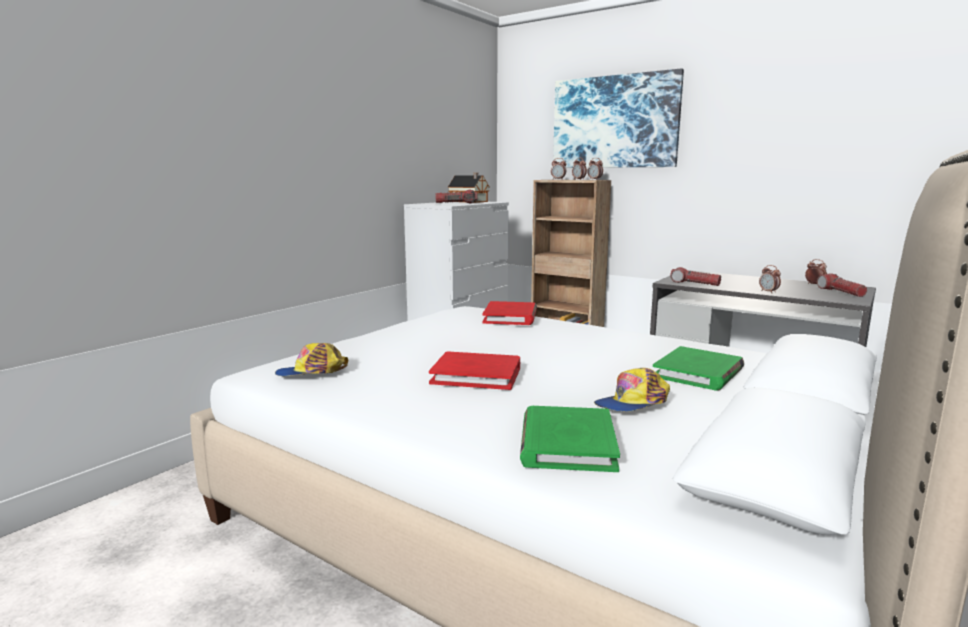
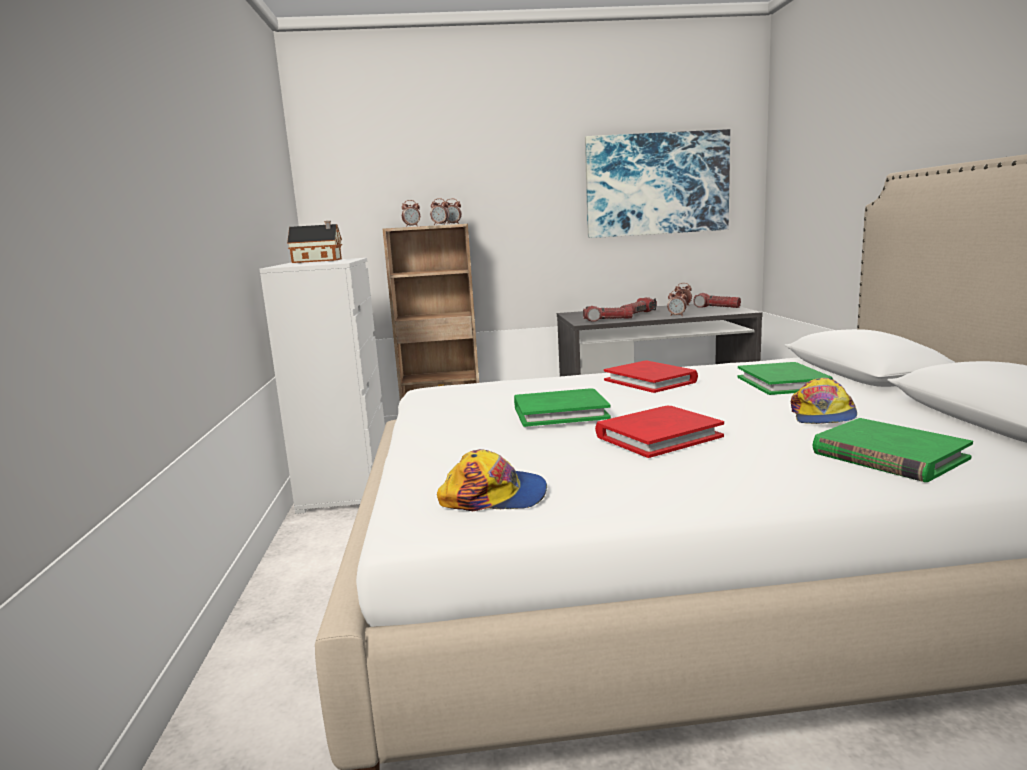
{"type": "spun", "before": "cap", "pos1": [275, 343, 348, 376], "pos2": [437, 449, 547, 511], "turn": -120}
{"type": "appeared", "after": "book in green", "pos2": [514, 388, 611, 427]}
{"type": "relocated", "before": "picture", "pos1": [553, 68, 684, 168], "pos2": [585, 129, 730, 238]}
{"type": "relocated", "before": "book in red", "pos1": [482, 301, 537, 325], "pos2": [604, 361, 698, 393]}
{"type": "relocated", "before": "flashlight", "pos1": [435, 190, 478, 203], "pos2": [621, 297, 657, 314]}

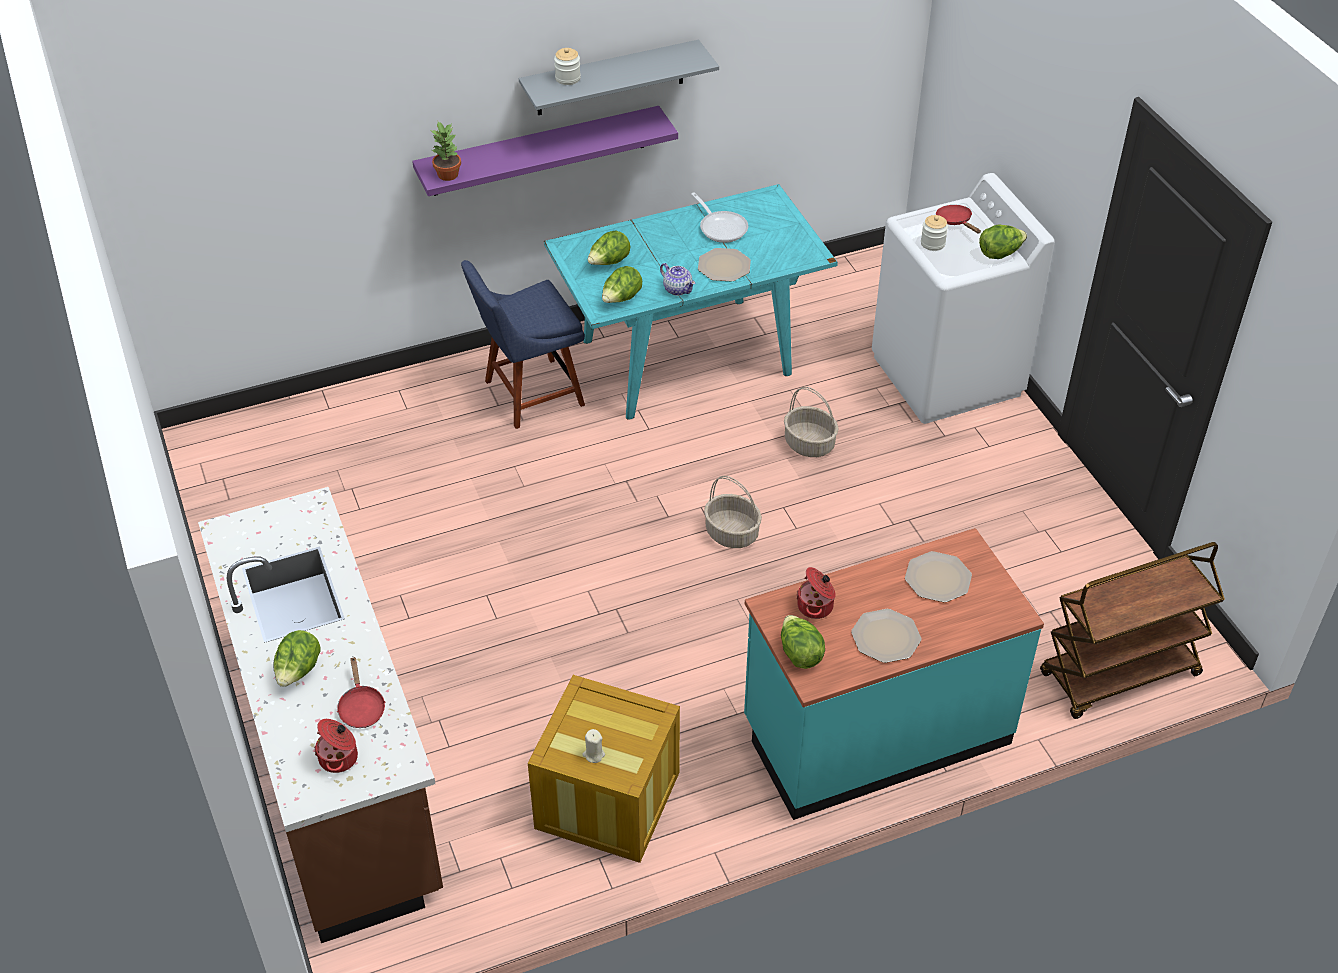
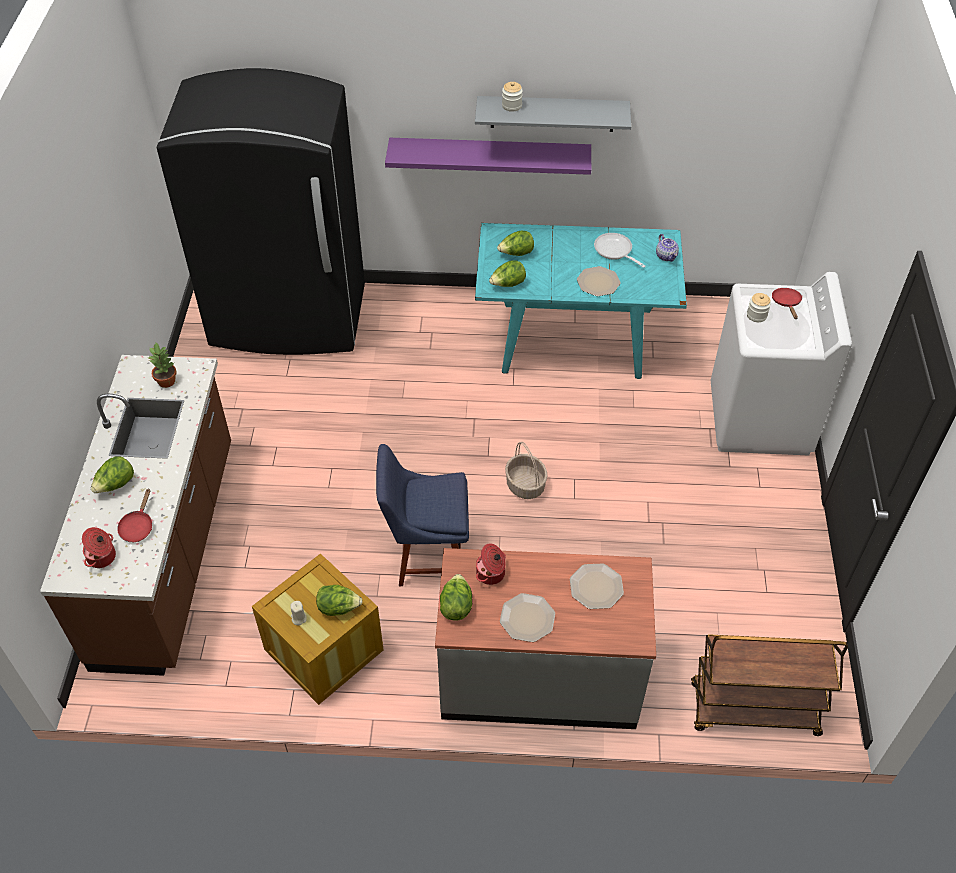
{"type": "relocated", "before": "potted plant", "pos1": [432, 122, 461, 181], "pos2": [149, 343, 177, 388]}
{"type": "appeared", "after": "fridge in black", "pos2": [156, 68, 365, 355]}
{"type": "relocated", "before": "lettuce", "pos1": [979, 224, 1027, 259], "pos2": [316, 585, 363, 616]}
{"type": "relocated", "before": "chair in blue", "pos1": [461, 260, 585, 429], "pos2": [376, 444, 469, 586]}
{"type": "colour", "before": "counter in turquoise", "after": "counter in grey", "pos1": [744, 528, 1044, 820], "pos2": [435, 548, 656, 729]}
{"type": "spun", "before": "frying pan", "pos1": [692, 192, 748, 243], "pos2": [594, 233, 646, 268], "turn": 150}
{"type": "relocated", "before": "teapot", "pos1": [660, 263, 696, 296], "pos2": [656, 234, 679, 262]}
{"type": "missing", "before": "basket", "pos1": [784, 387, 839, 457]}

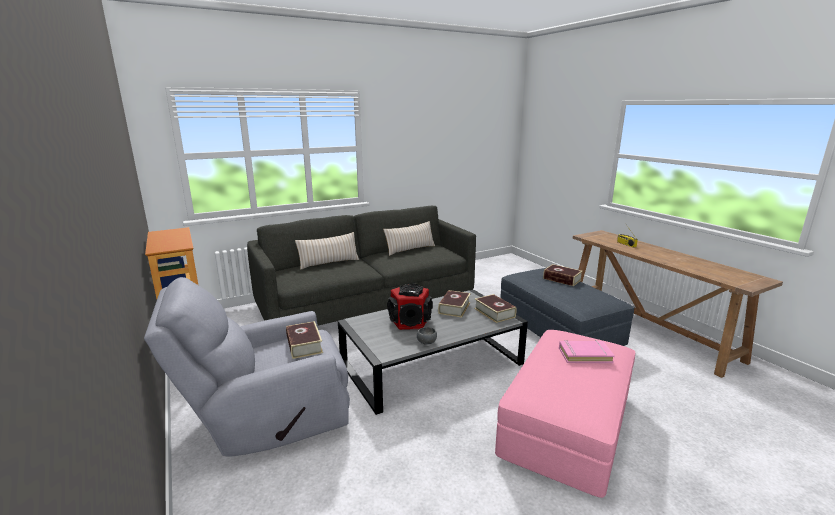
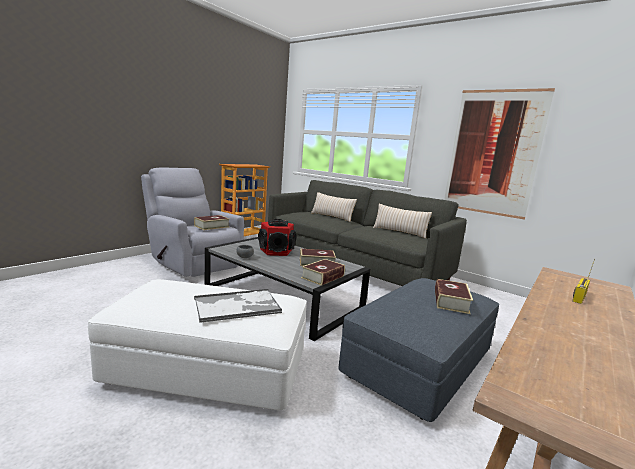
{"type": "colour", "before": "ottoman in pink", "after": "ottoman in white", "pos1": [495, 330, 635, 498], "pos2": [88, 279, 307, 410]}
{"type": "exchanged", "before": "book in pink", "after": "tray", "pos1": [559, 340, 615, 363], "pos2": [194, 289, 282, 323]}
{"type": "appeared", "after": "picture", "pos2": [444, 88, 555, 220]}

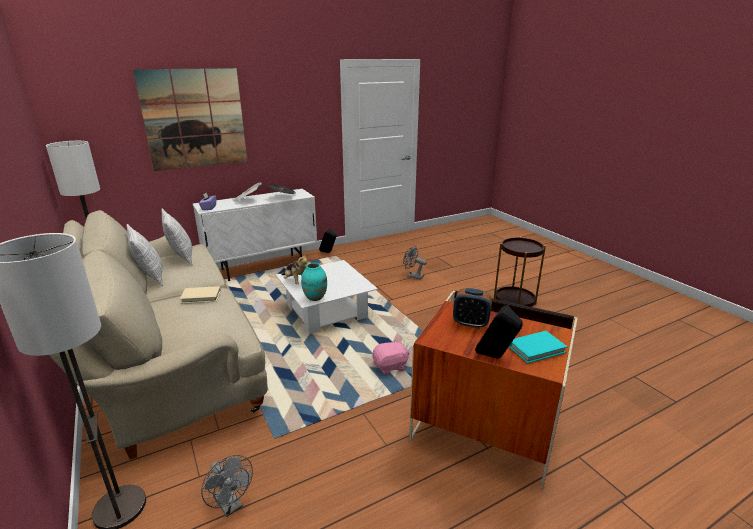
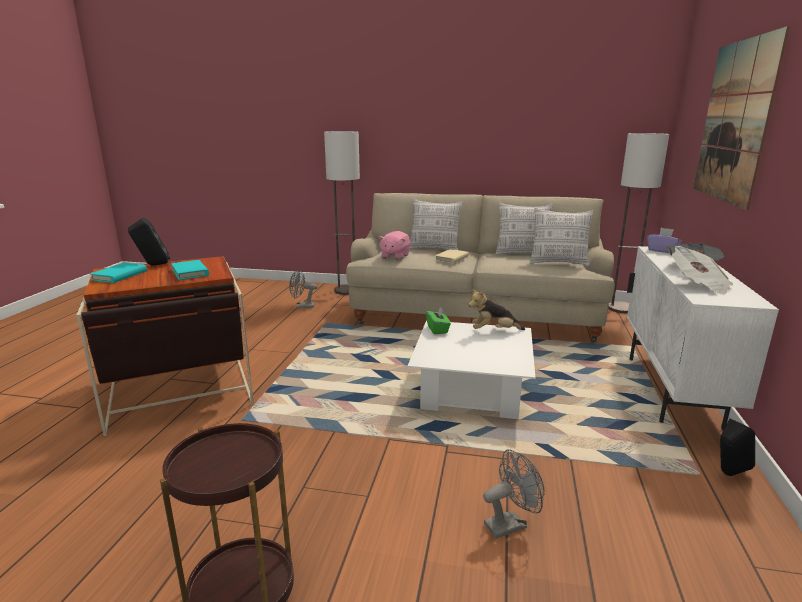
{"type": "exchanged", "before": "alarm clock", "after": "book in turquoise", "pos1": [453, 288, 492, 329], "pos2": [171, 260, 209, 280]}
{"type": "relocated", "before": "plush toy in pink", "pos1": [372, 339, 410, 375], "pos2": [378, 231, 410, 260]}
{"type": "appeared", "after": "pillow", "pos2": [409, 199, 463, 250]}
{"type": "exchanged", "before": "vase in turquoise", "after": "tissue box in green", "pos1": [301, 263, 327, 301], "pos2": [426, 307, 451, 334]}

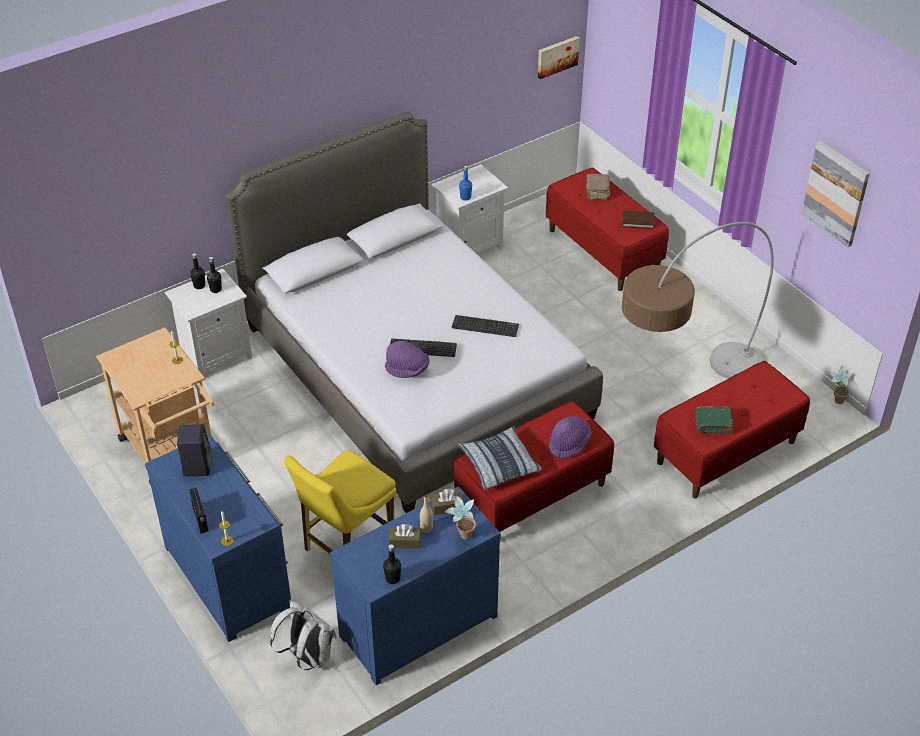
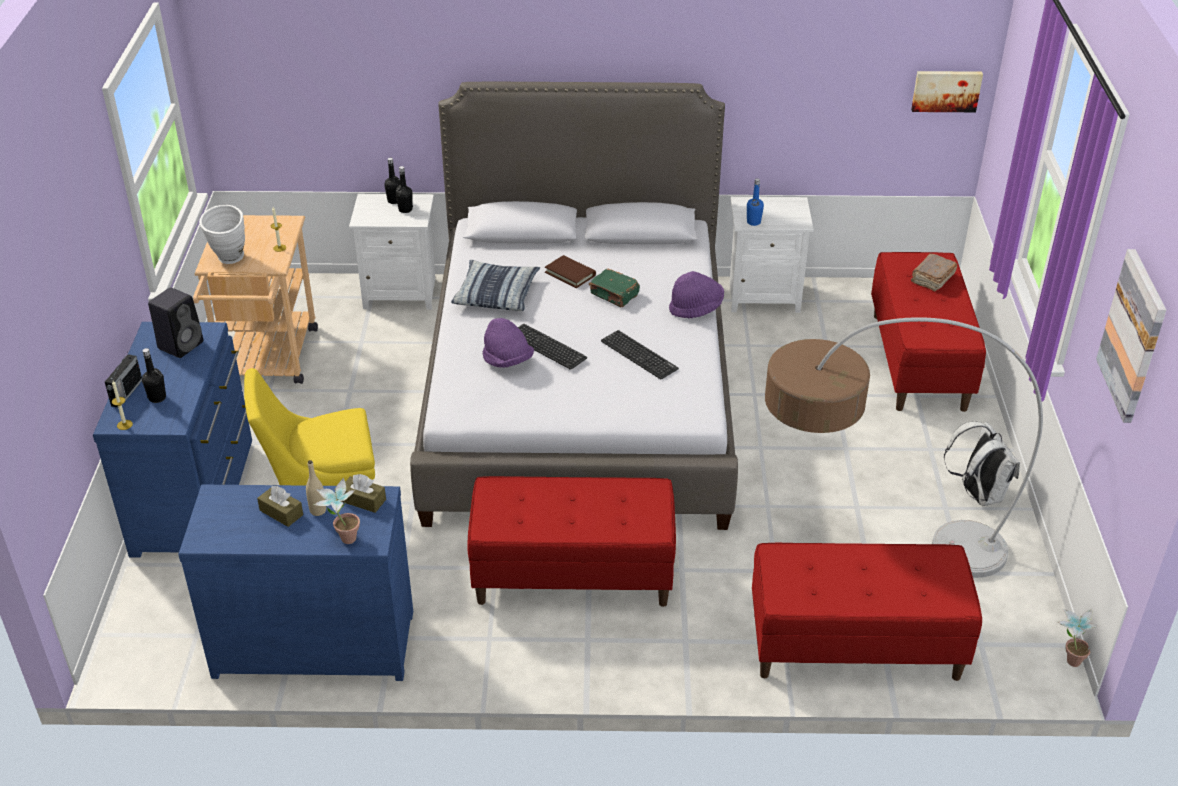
{"type": "relocated", "before": "bottle in black", "pos1": [383, 544, 401, 584], "pos2": [142, 348, 166, 403]}
{"type": "appeared", "after": "vase in white", "pos2": [199, 205, 245, 264]}
{"type": "relocated", "before": "pillow", "pos1": [457, 426, 543, 490], "pos2": [451, 260, 540, 311]}
{"type": "relocated", "before": "book in brown", "pos1": [622, 211, 654, 229], "pos2": [545, 255, 596, 288]}
{"type": "relocated", "before": "book in green", "pos1": [695, 406, 733, 434], "pos2": [589, 269, 640, 307]}
{"type": "relocated", "before": "hat in purple", "pos1": [549, 416, 592, 458], "pos2": [669, 271, 724, 318]}
{"type": "relocated", "before": "backpack in white", "pos1": [270, 601, 337, 670], "pos2": [944, 422, 1020, 506]}

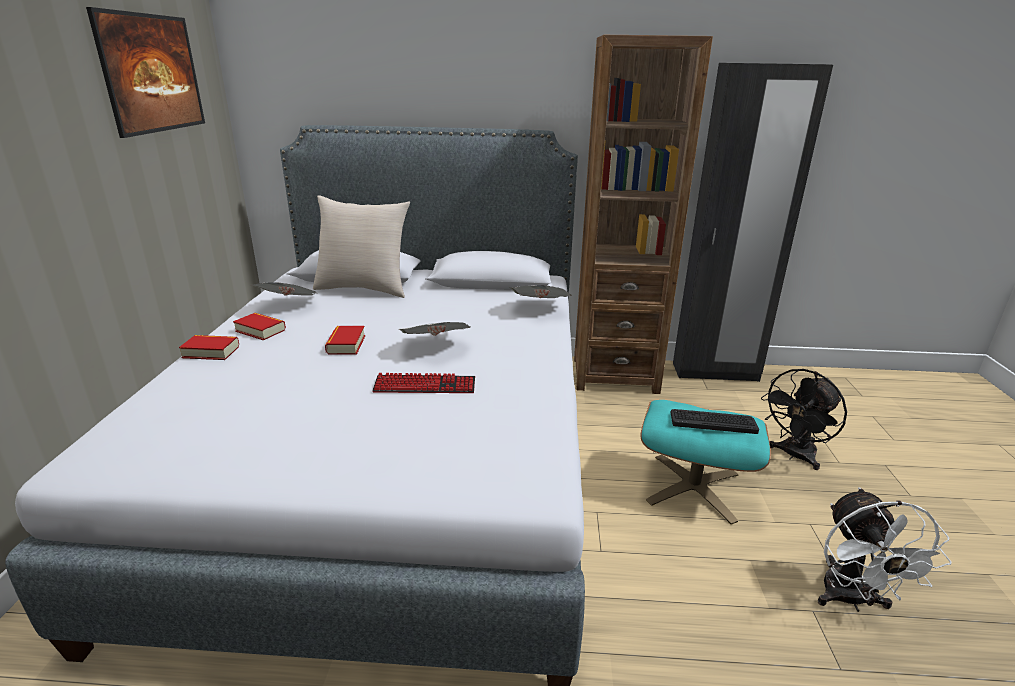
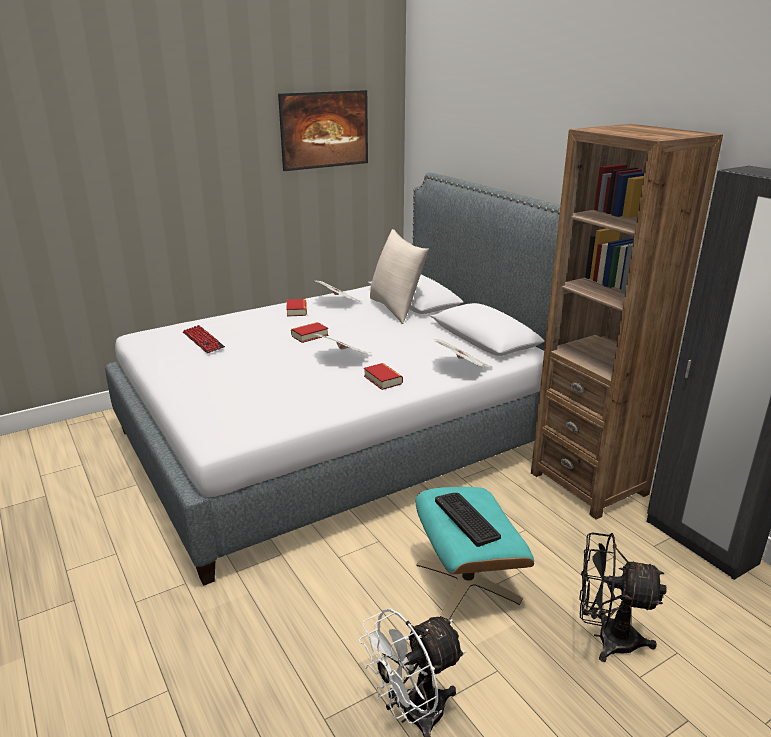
{"type": "relocated", "before": "keyboard", "pos1": [372, 373, 475, 393], "pos2": [183, 325, 225, 353]}
{"type": "relocated", "before": "book", "pos1": [179, 335, 239, 360], "pos2": [364, 363, 403, 390]}

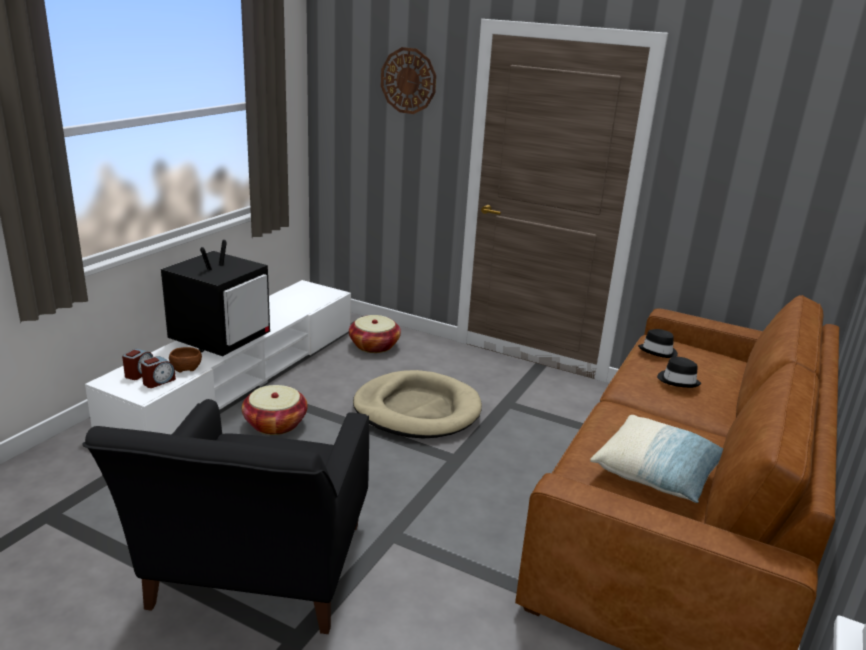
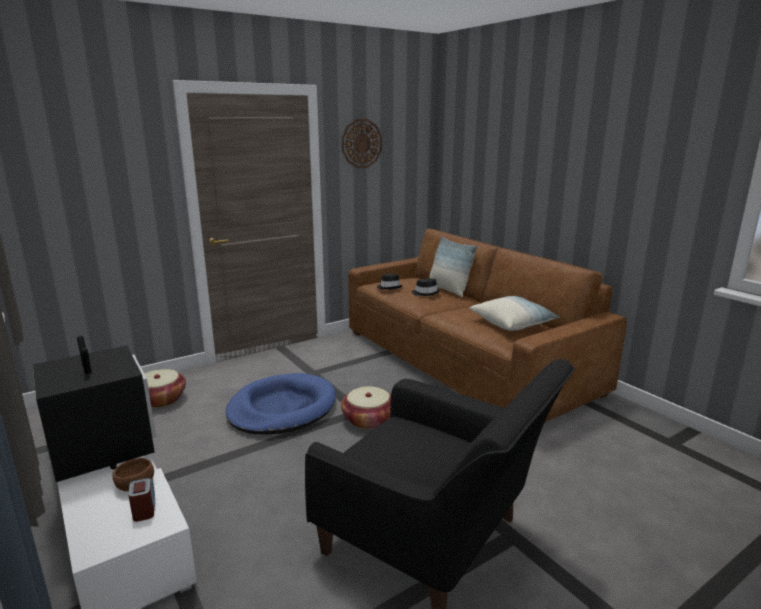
{"type": "colour", "before": "dog bed in beige", "after": "dog bed in blue", "pos1": [353, 370, 482, 439], "pos2": [226, 373, 336, 434]}
{"type": "relocated", "before": "basket", "pos1": [242, 385, 308, 435], "pos2": [341, 386, 391, 429]}
{"type": "relocated", "before": "wall clock", "pos1": [381, 47, 436, 114], "pos2": [342, 119, 382, 168]}
{"type": "appeared", "after": "pillow", "pos2": [429, 236, 478, 297]}
{"type": "missing", "before": "alarm clock", "pos1": [122, 349, 153, 380]}

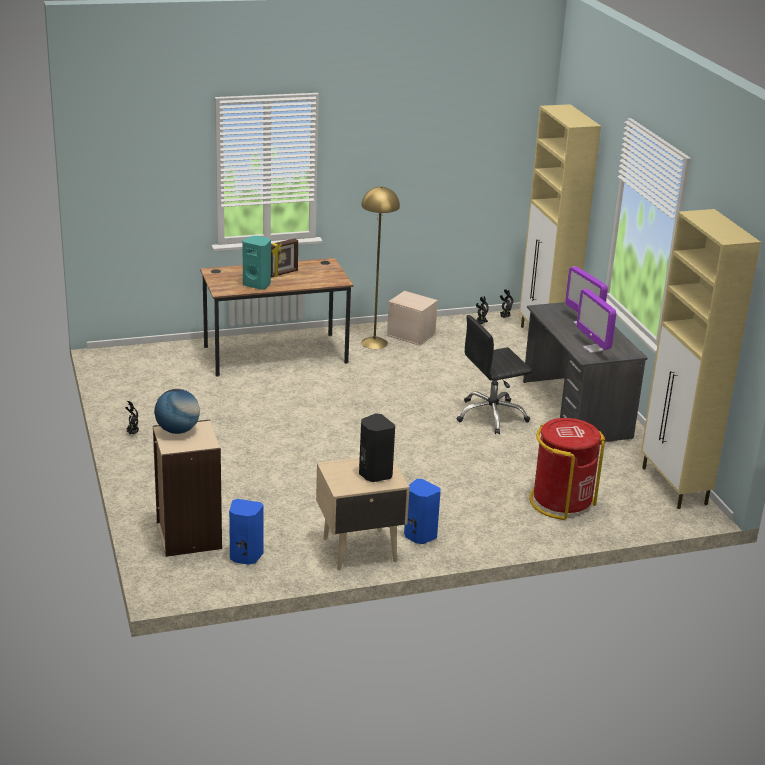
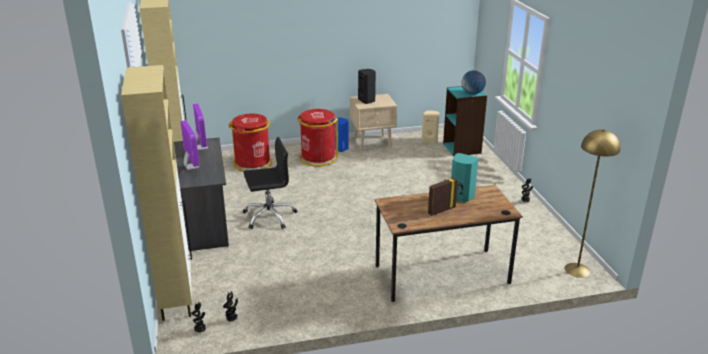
{"type": "appeared", "after": "trash can in red", "pos2": [297, 109, 338, 167]}
{"type": "colour", "before": "speaker in blue", "after": "speaker in beige", "pos1": [229, 499, 264, 565], "pos2": [422, 110, 439, 144]}
{"type": "colour", "before": "bookcase in beige", "after": "bookcase in turquoise", "pos1": [153, 419, 222, 557], "pos2": [443, 86, 487, 157]}
{"type": "relocated", "before": "floor lamp in yellow", "pos1": [361, 186, 400, 349], "pos2": [564, 129, 621, 278]}
{"type": "missing", "before": "storage box in beige", "pos1": [387, 291, 438, 346]}

